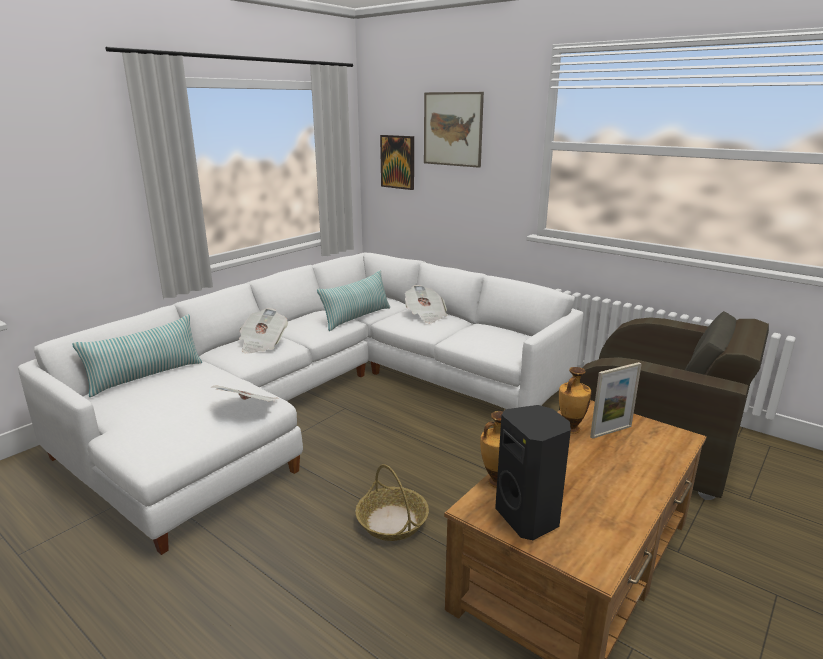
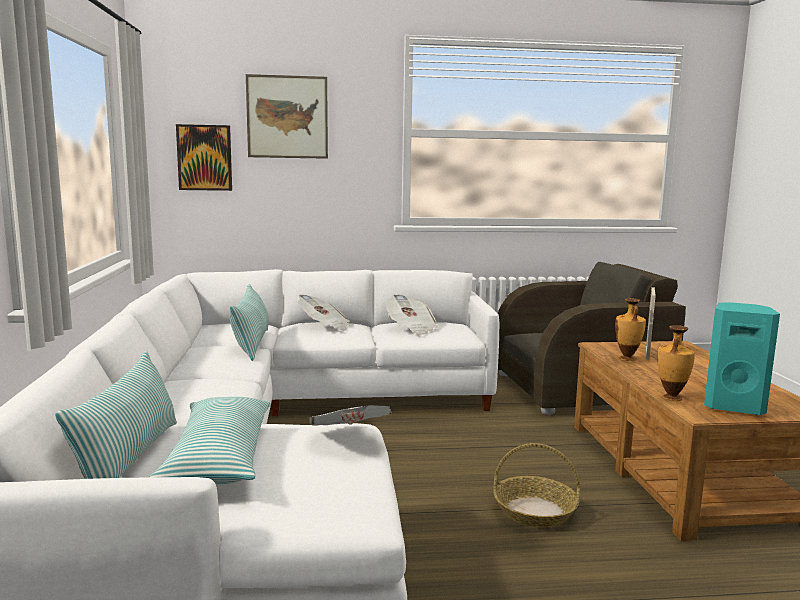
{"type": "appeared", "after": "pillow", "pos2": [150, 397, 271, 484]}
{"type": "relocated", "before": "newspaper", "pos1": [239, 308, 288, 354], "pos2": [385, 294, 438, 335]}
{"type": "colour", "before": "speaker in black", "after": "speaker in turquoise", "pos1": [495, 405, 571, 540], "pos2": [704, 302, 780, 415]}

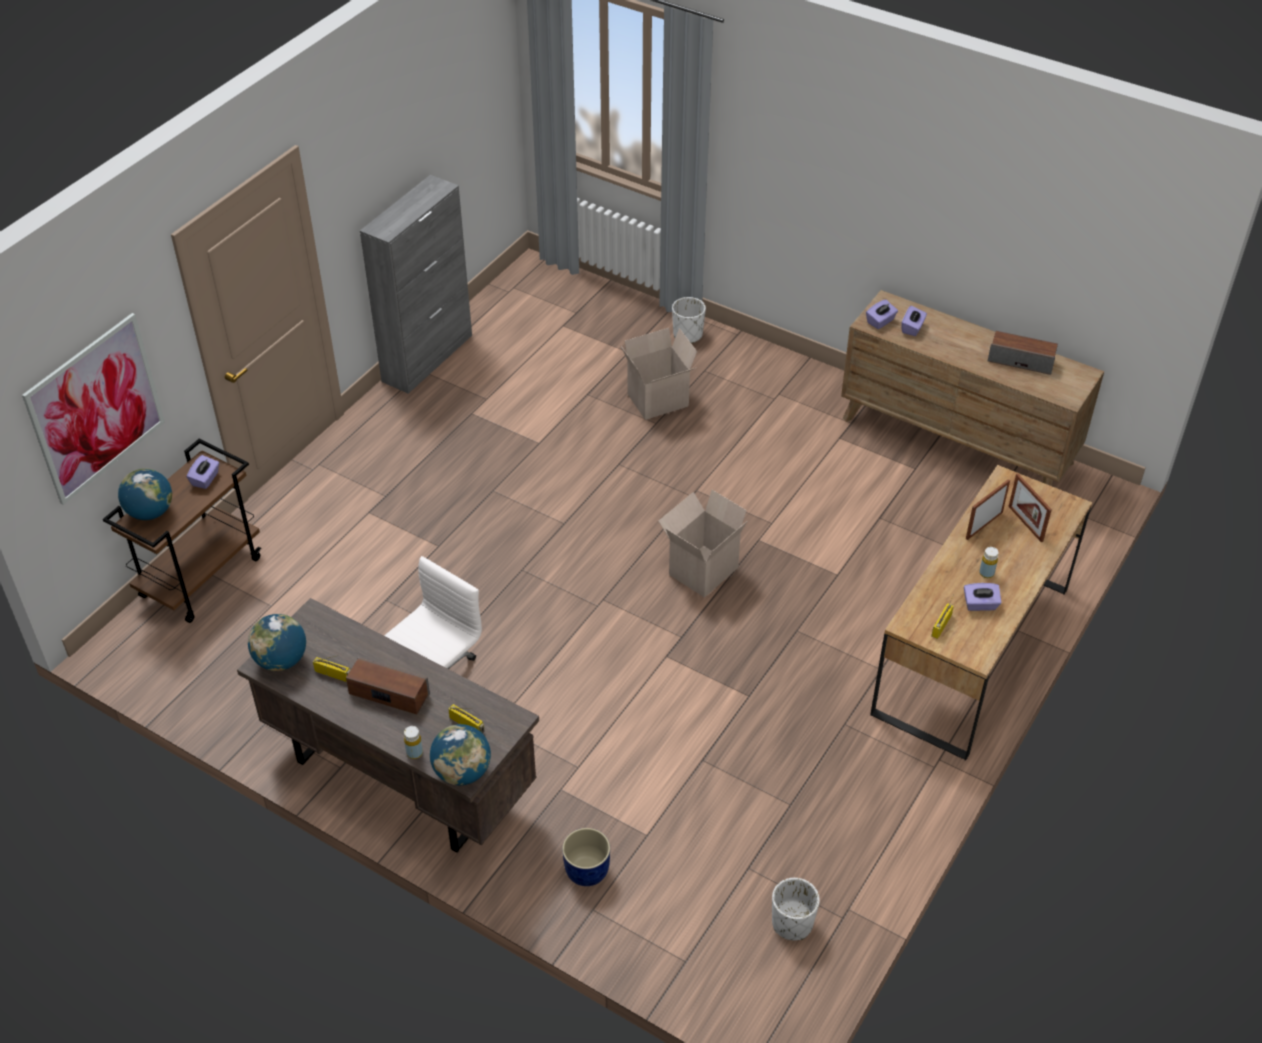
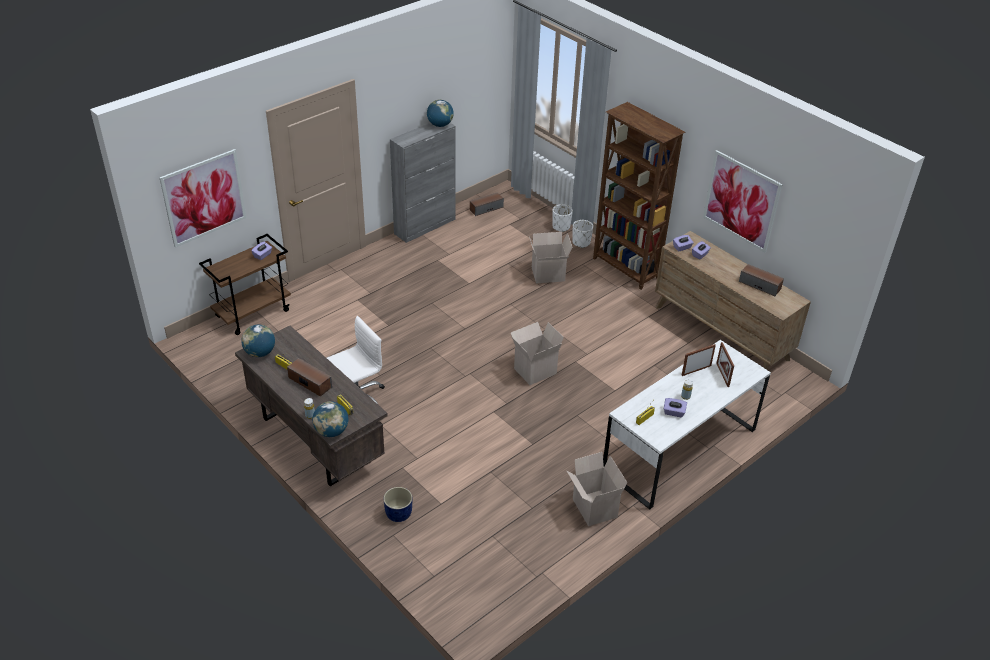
{"type": "relocated", "before": "globe", "pos1": [118, 469, 172, 520], "pos2": [427, 100, 454, 127]}
{"type": "appeared", "after": "speaker", "pos2": [470, 192, 504, 216]}
{"type": "relocated", "before": "planter in white", "pos1": [772, 878, 820, 940], "pos2": [552, 204, 573, 232]}
{"type": "appeared", "after": "cardboard box", "pos2": [566, 452, 627, 526]}
{"type": "appeared", "after": "bookcase in brown", "pos2": [593, 102, 685, 290]}
{"type": "colour", "before": "desk in brown", "after": "desk in white", "pos1": [870, 465, 1093, 761], "pos2": [603, 340, 771, 510]}
{"type": "appeared", "after": "picture", "pos2": [703, 150, 783, 253]}

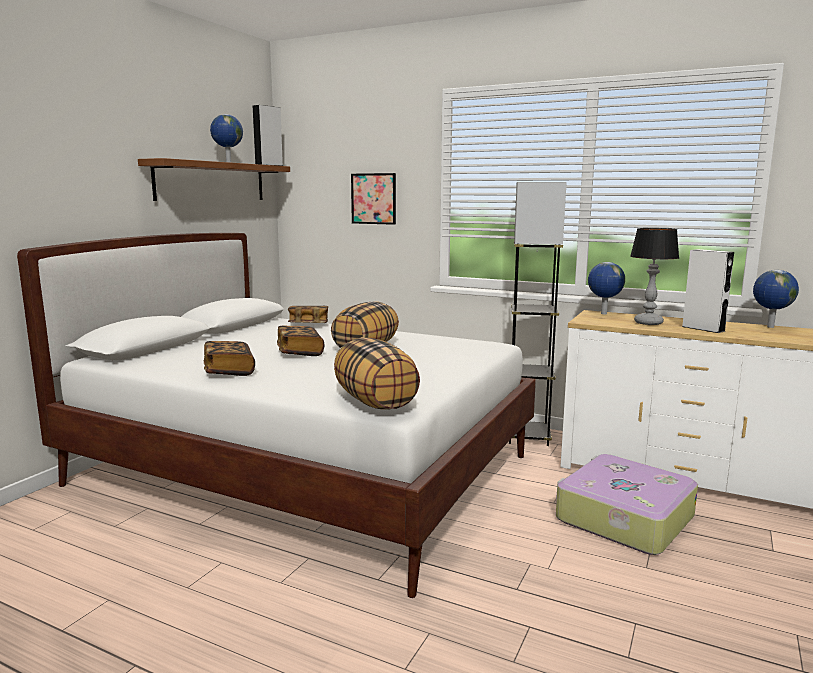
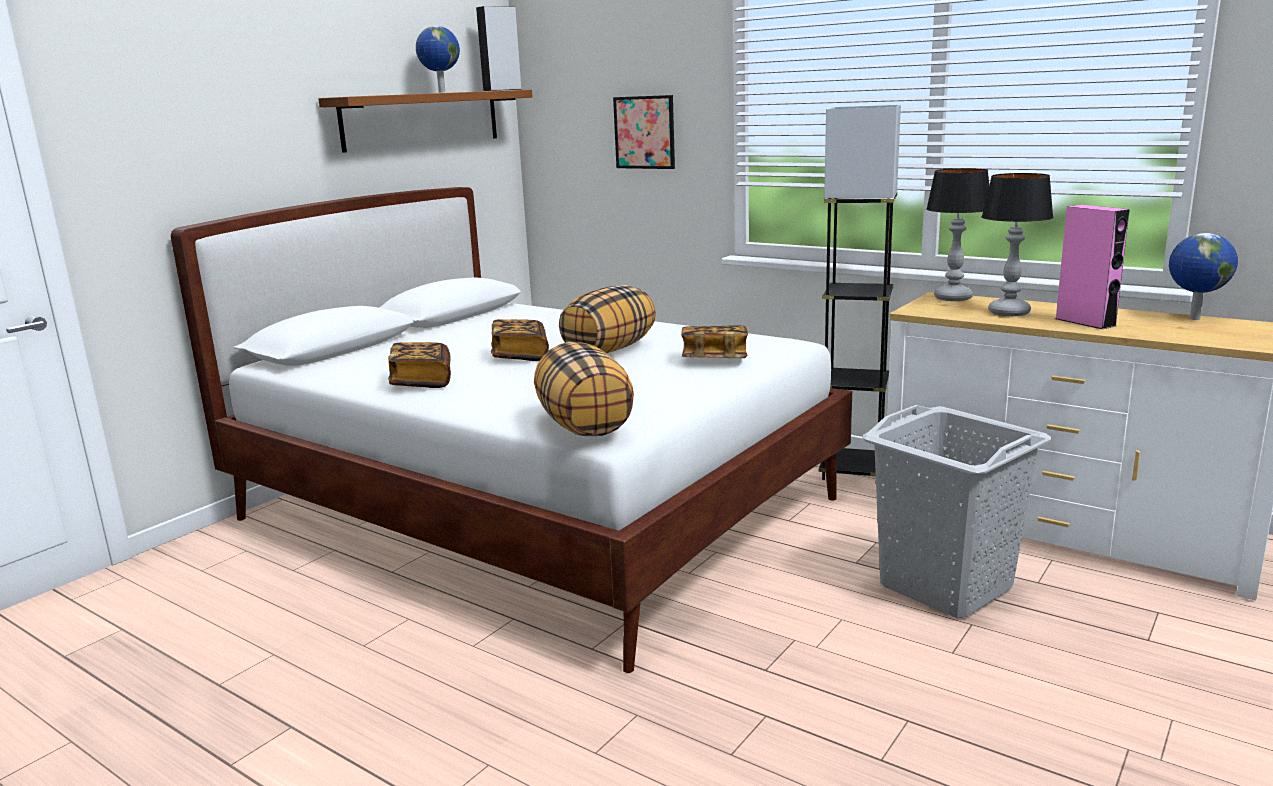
{"type": "relocated", "before": "book", "pos1": [288, 306, 328, 323], "pos2": [681, 326, 748, 358]}
{"type": "exchanged", "before": "suitcase", "after": "laundry basket in grey", "pos1": [556, 454, 698, 555], "pos2": [862, 405, 1051, 618]}
{"type": "exchanged", "before": "globe", "after": "table lamp", "pos1": [588, 262, 625, 314], "pos2": [926, 168, 989, 301]}
{"type": "colour", "before": "speaker in white", "after": "speaker in pink", "pos1": [682, 249, 734, 333], "pos2": [1056, 205, 1130, 329]}

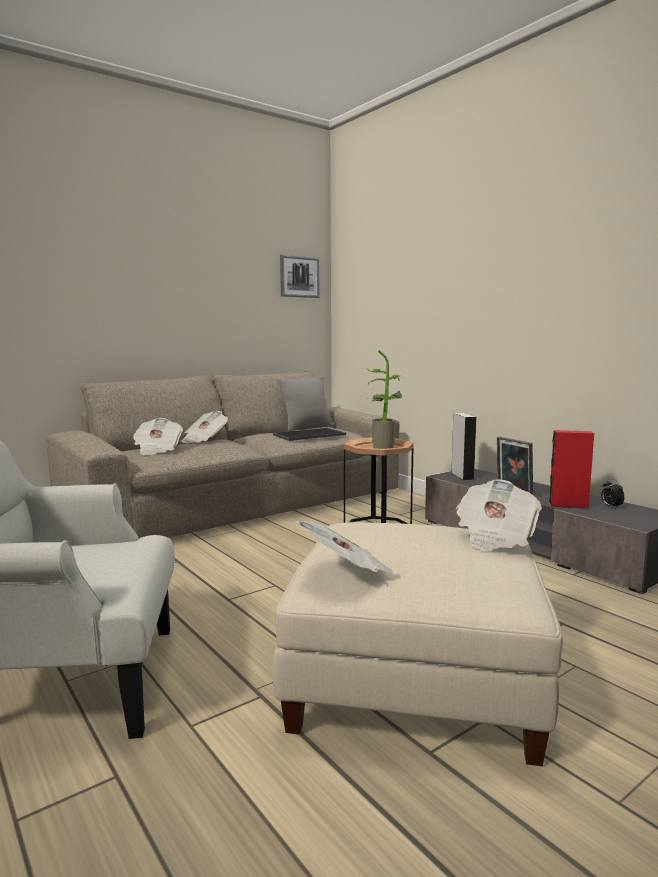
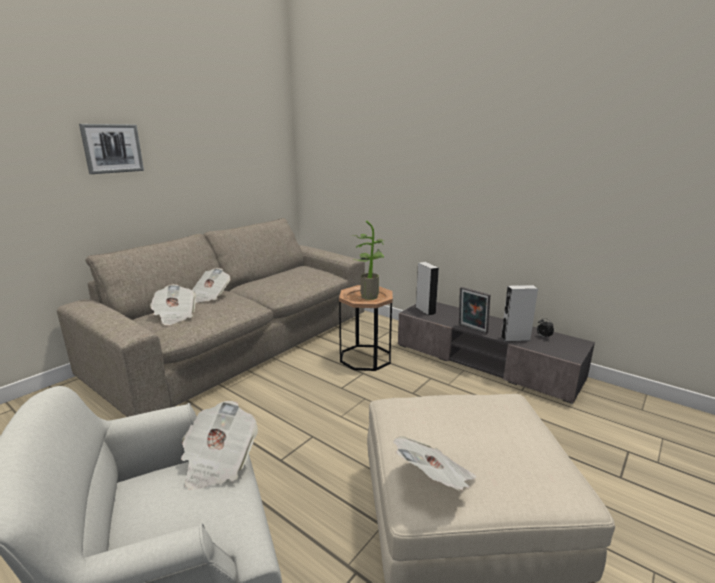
{"type": "relocated", "before": "picture", "pos1": [280, 255, 320, 298], "pos2": [79, 124, 144, 174]}
{"type": "relocated", "before": "newspaper", "pos1": [456, 479, 542, 550], "pos2": [181, 401, 258, 490]}
{"type": "colour", "before": "speaker in red", "after": "speaker in grey", "pos1": [549, 430, 594, 509], "pos2": [501, 285, 538, 342]}
{"type": "missing", "before": "tray", "pos1": [273, 428, 346, 441]}
{"type": "missing", "before": "pillow in grey", "pos1": [278, 376, 333, 431]}

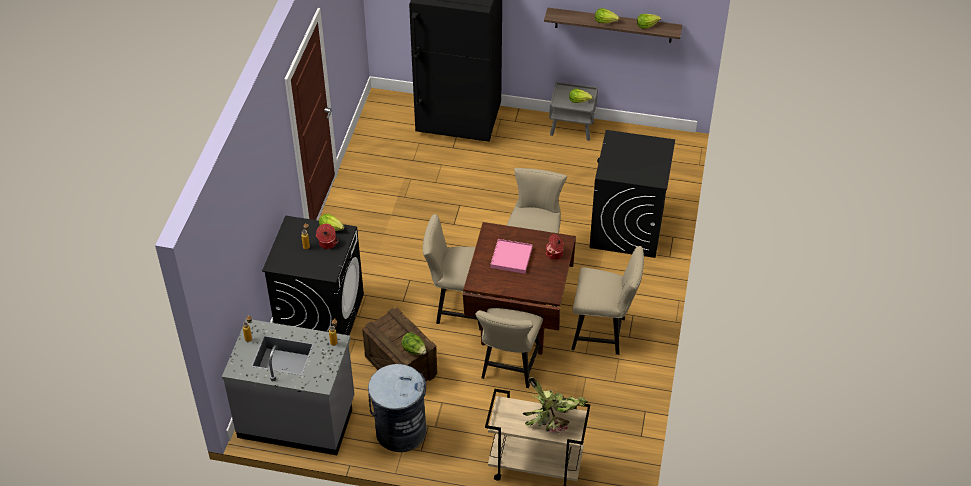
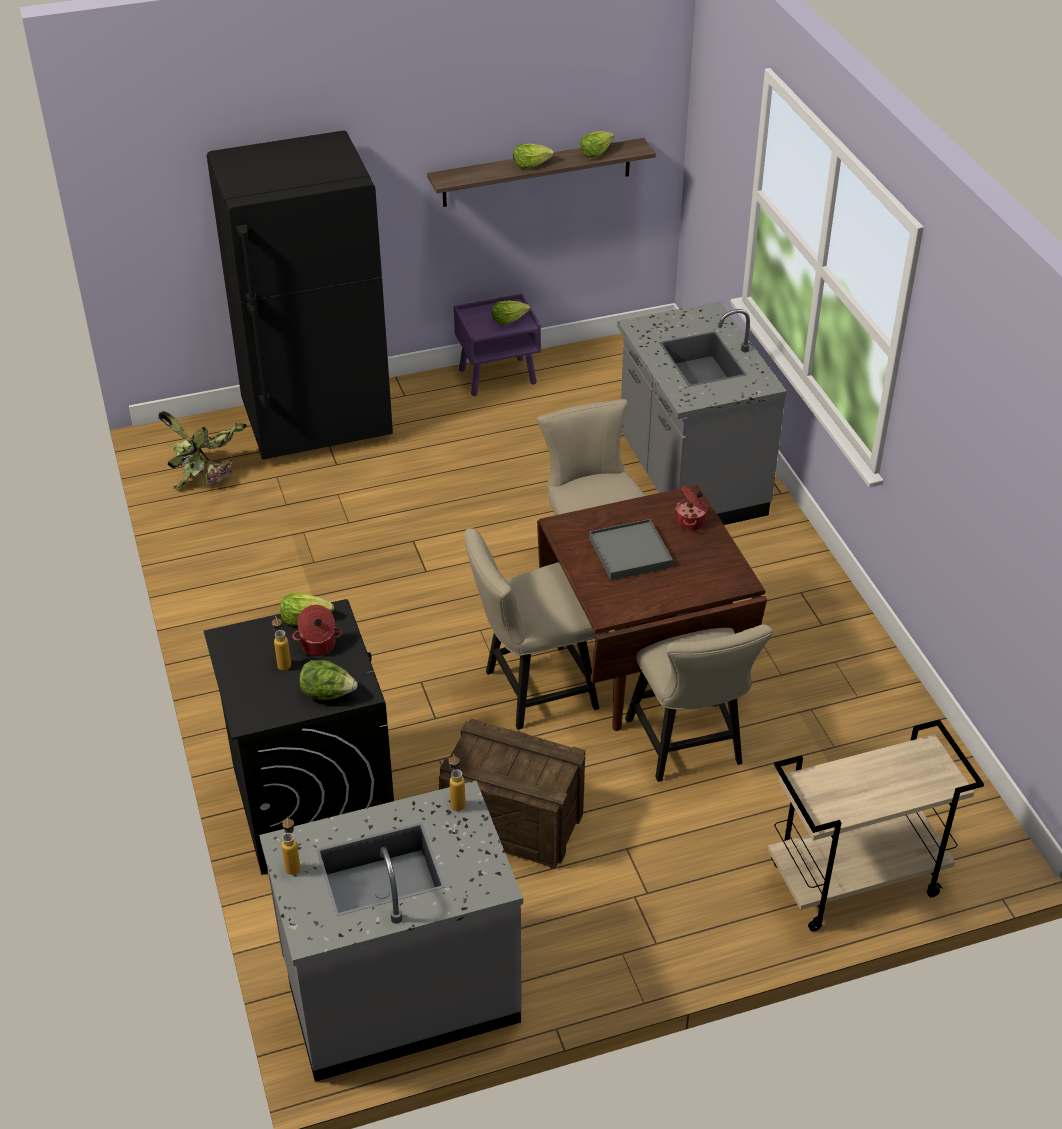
{"type": "relocated", "before": "potted plant", "pos1": [523, 377, 588, 434], "pos2": [158, 411, 246, 489]}
{"type": "relocated", "before": "lettuce", "pos1": [401, 332, 426, 355], "pos2": [299, 660, 357, 700]}
{"type": "colour", "before": "nightstand in grey", "after": "nightstand in purple", "pos1": [549, 82, 598, 141], "pos2": [454, 294, 541, 396]}
{"type": "colour", "before": "tray in pink", "after": "tray in grey", "pos1": [490, 239, 532, 274], "pos2": [589, 519, 673, 580]}
{"type": "exchanged", "before": "washing machine in black", "after": "counter in grey", "pos1": [590, 130, 675, 258], "pos2": [617, 301, 787, 525]}
{"type": "missing", "before": "trash can in grey", "pos1": [368, 364, 426, 452]}
{"type": "missing", "before": "chair in beige", "pos1": [571, 246, 644, 355]}

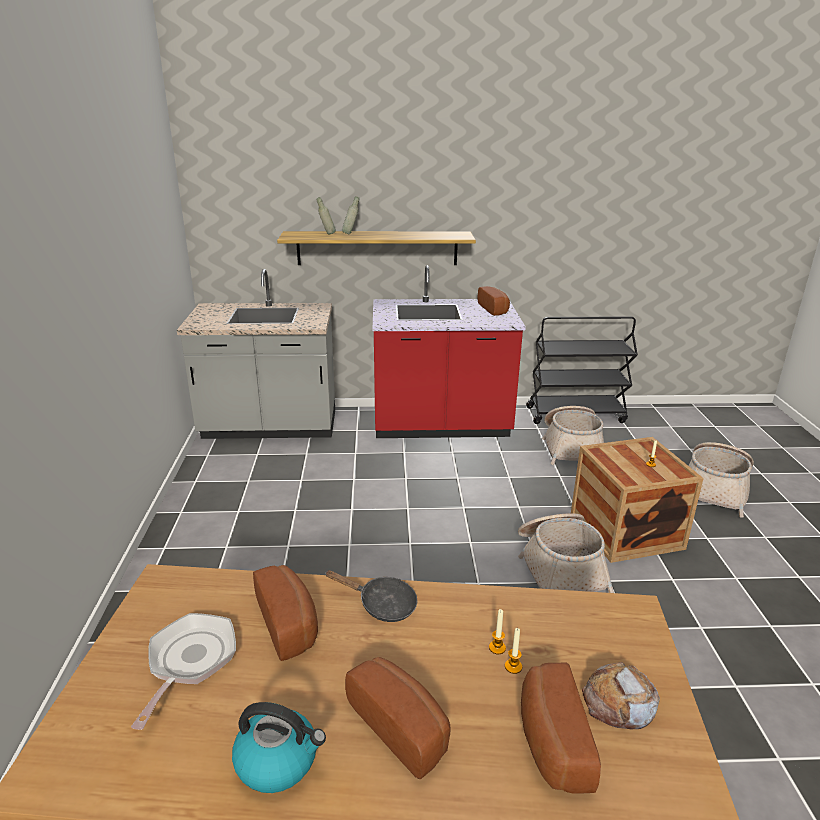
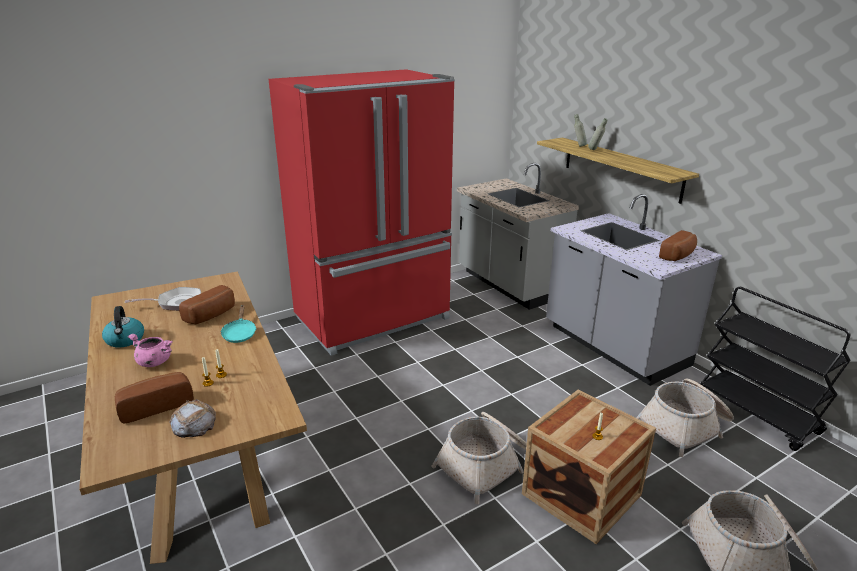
{"type": "exchanged", "before": "bread", "after": "cooking pot in pink", "pos1": [345, 657, 451, 780], "pos2": [128, 334, 173, 367]}
{"type": "colour", "before": "frying pan in black", "after": "frying pan in turquoise", "pos1": [325, 570, 418, 622], "pos2": [220, 305, 256, 343]}
{"type": "appeared", "after": "fridge in red", "pos2": [269, 69, 455, 356]}
{"type": "colour", "before": "counter in red", "after": "counter in grey", "pos1": [373, 265, 526, 438], "pos2": [546, 194, 722, 386]}

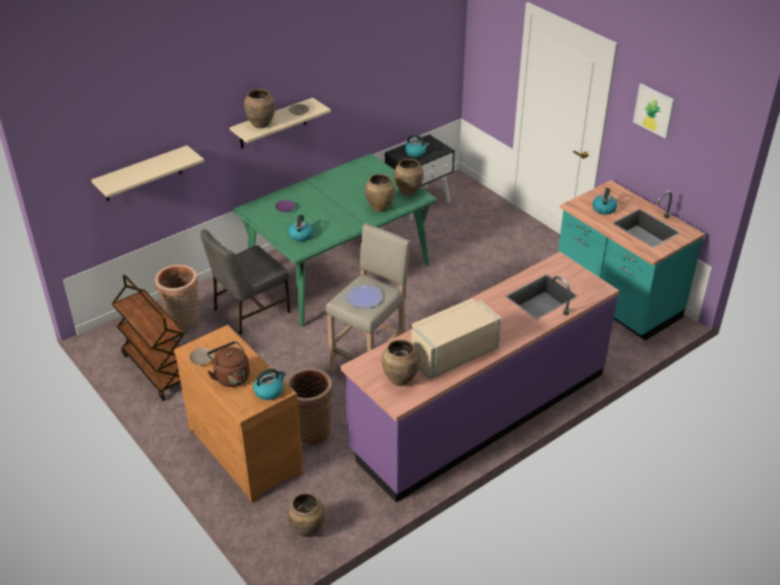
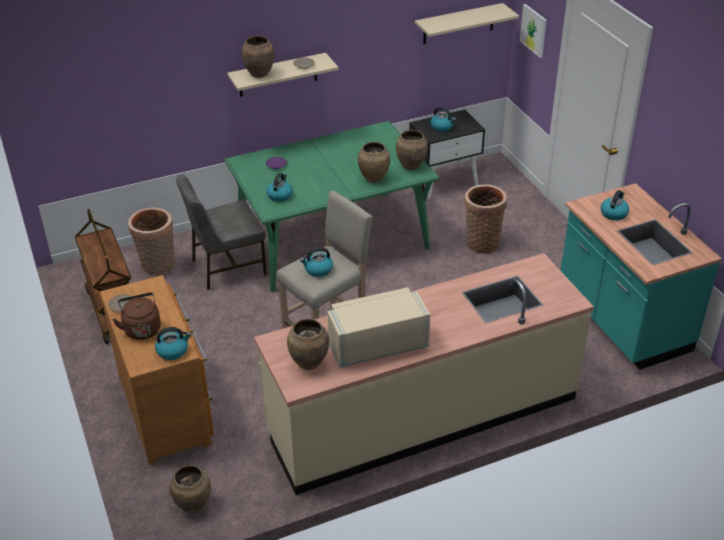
{"type": "colour", "before": "counter in purple", "after": "counter in beige", "pos1": [341, 252, 619, 503], "pos2": [254, 253, 594, 495]}
{"type": "exchanged", "before": "plate", "after": "kettle", "pos1": [346, 285, 383, 308], "pos2": [300, 247, 333, 277]}
{"type": "relocated", "before": "shelf in beige", "pos1": [91, 145, 204, 201], "pos2": [415, 3, 519, 44]}
{"type": "relocated", "before": "basket", "pos1": [286, 368, 333, 445], "pos2": [464, 184, 507, 254]}
{"type": "relocated", "before": "picture", "pos1": [633, 84, 675, 139], "pos2": [520, 4, 547, 58]}

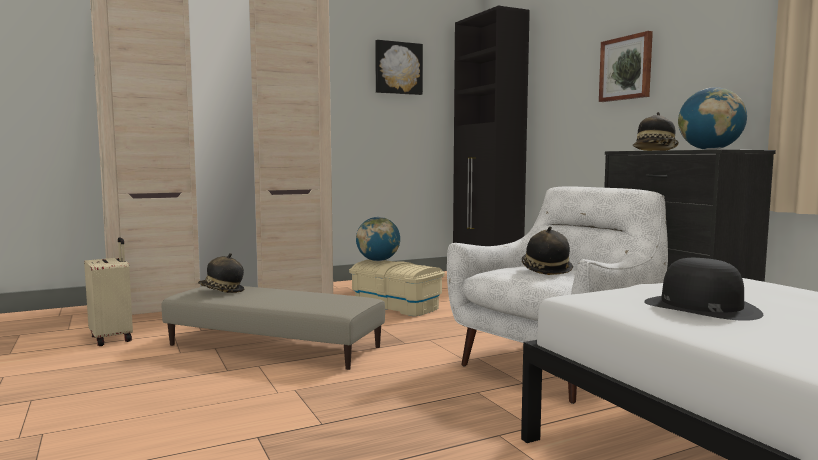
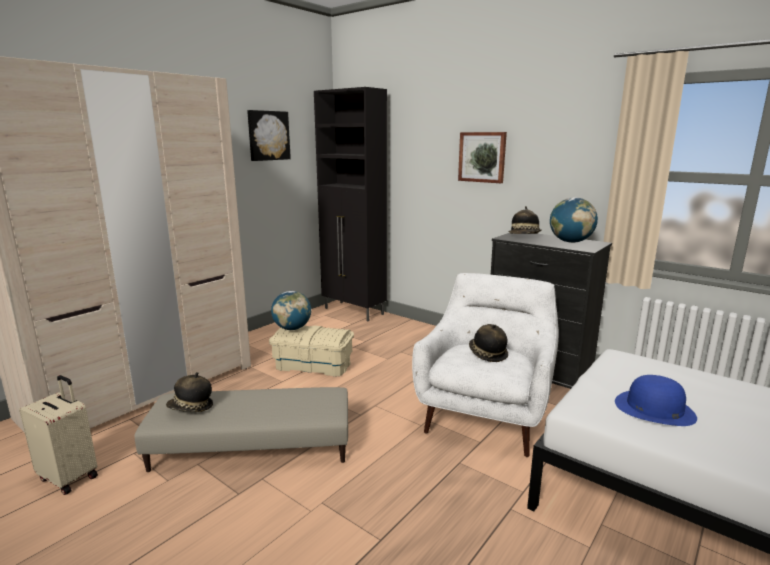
{"type": "colour", "before": "hat in black", "after": "hat in blue", "pos1": [644, 258, 763, 321], "pos2": [615, 375, 697, 426]}

